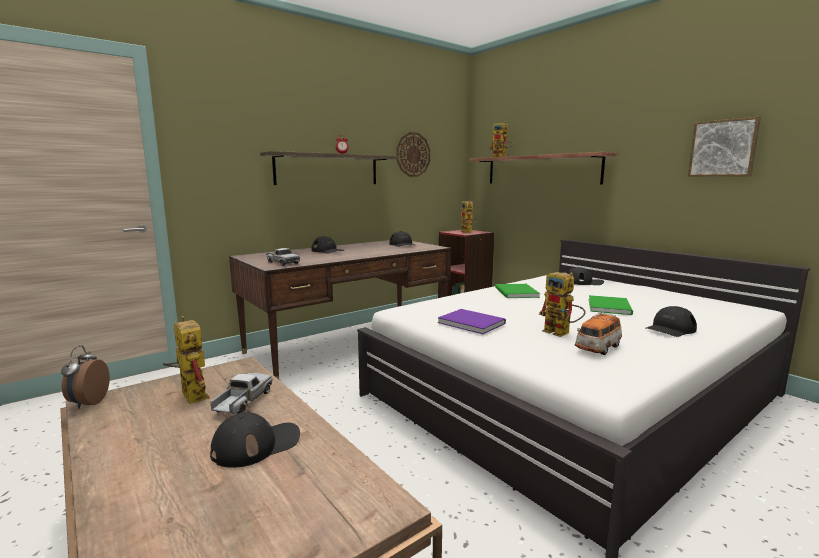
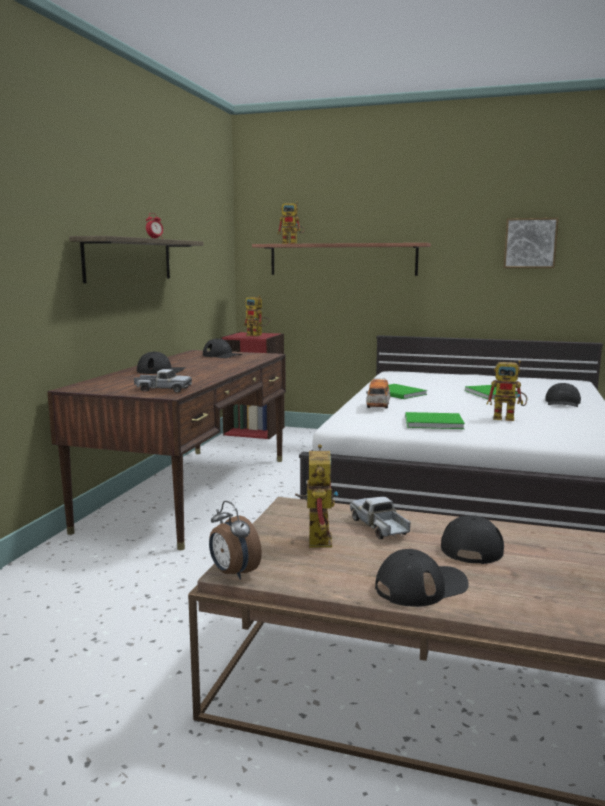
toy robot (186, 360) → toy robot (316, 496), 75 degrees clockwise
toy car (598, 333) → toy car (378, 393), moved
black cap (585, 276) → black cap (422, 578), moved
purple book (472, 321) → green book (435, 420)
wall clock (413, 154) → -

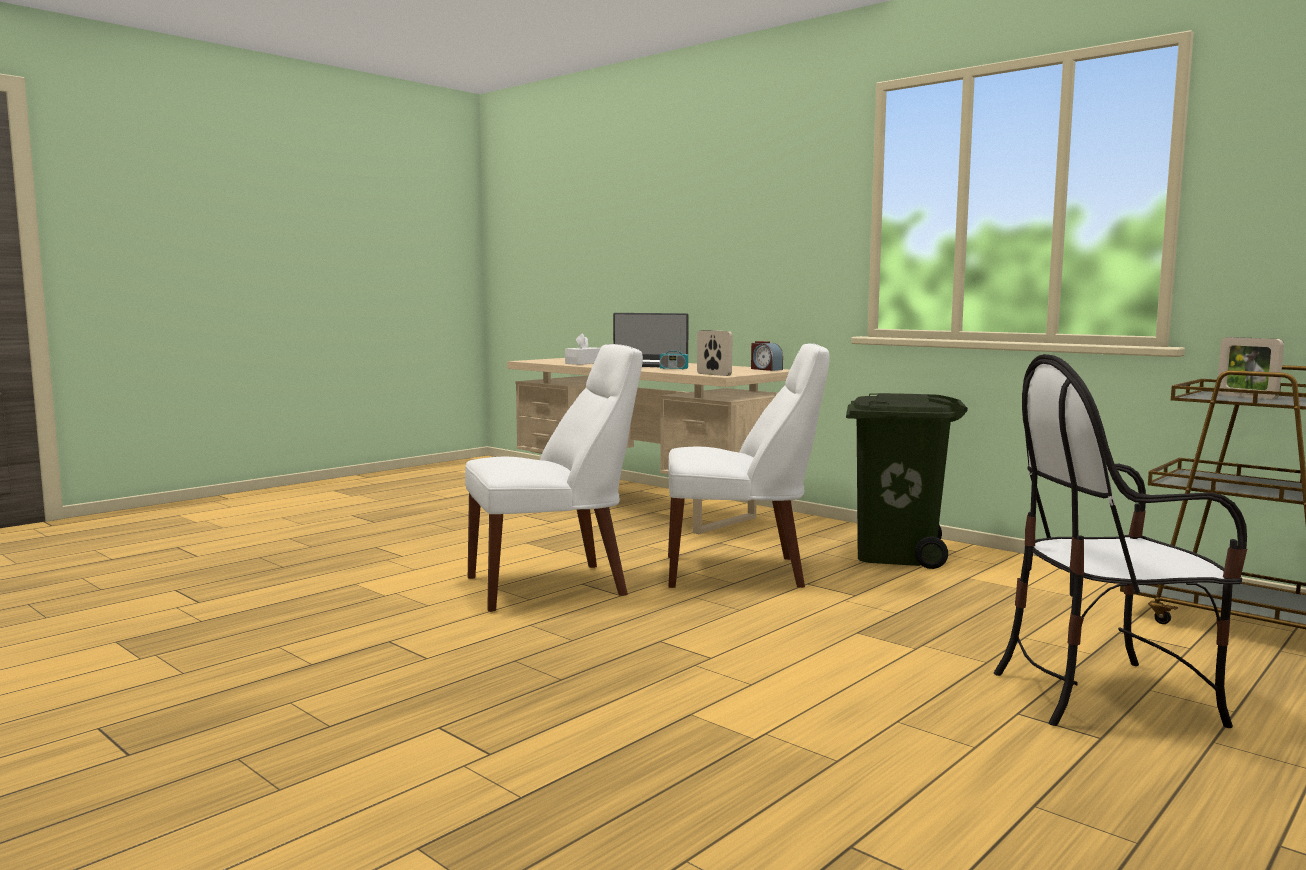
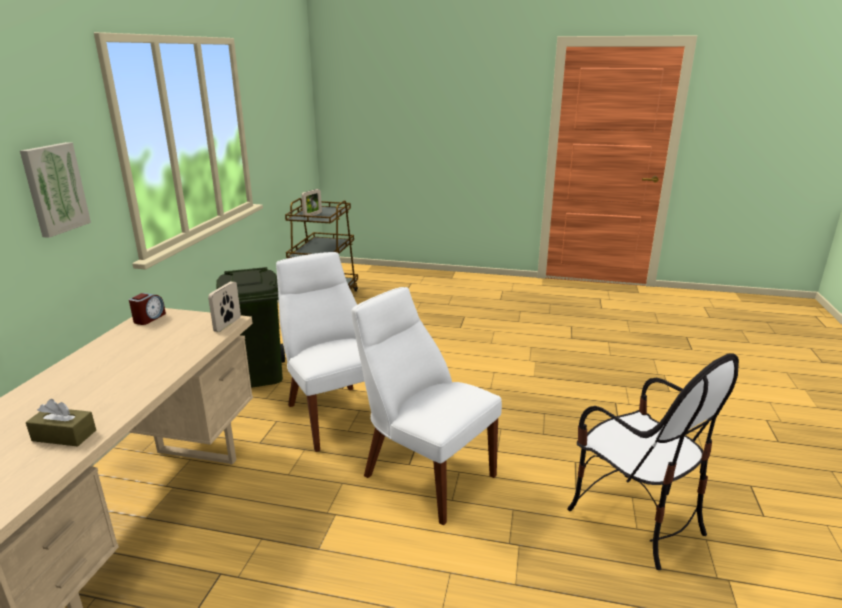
- → picture (55, 190)
white tissue box (582, 349) → brown tissue box (61, 422)
chair (1120, 541) → chair (653, 461), moved
laptop (651, 340) → -
radio (674, 353) → -

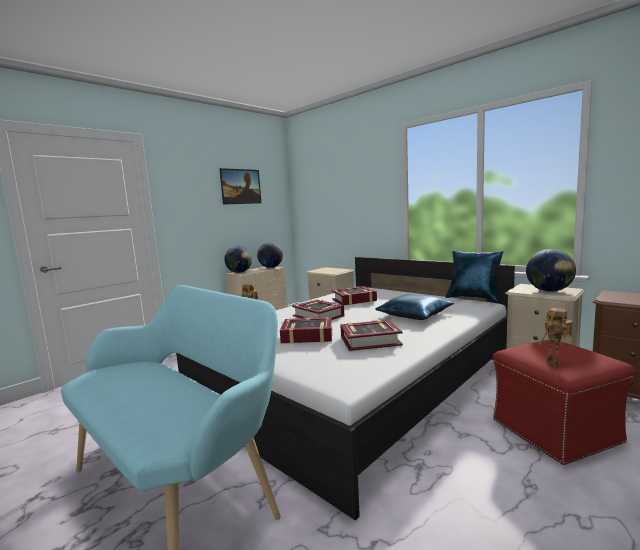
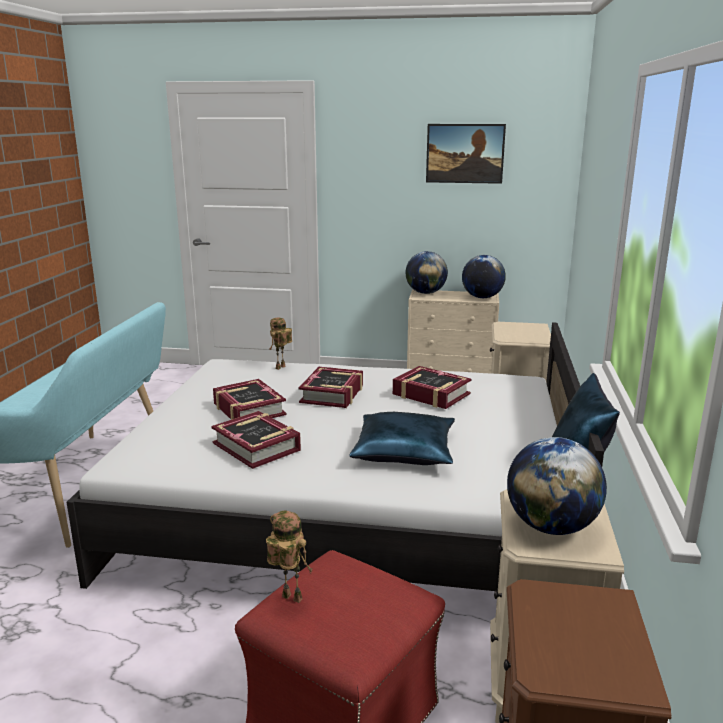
toy robot (556, 337) → toy robot (289, 557), 75 degrees clockwise

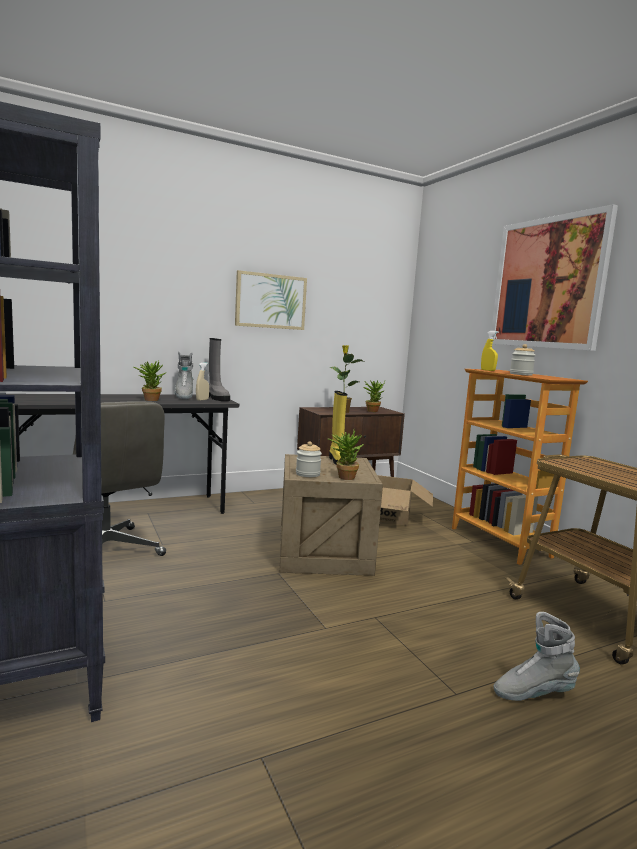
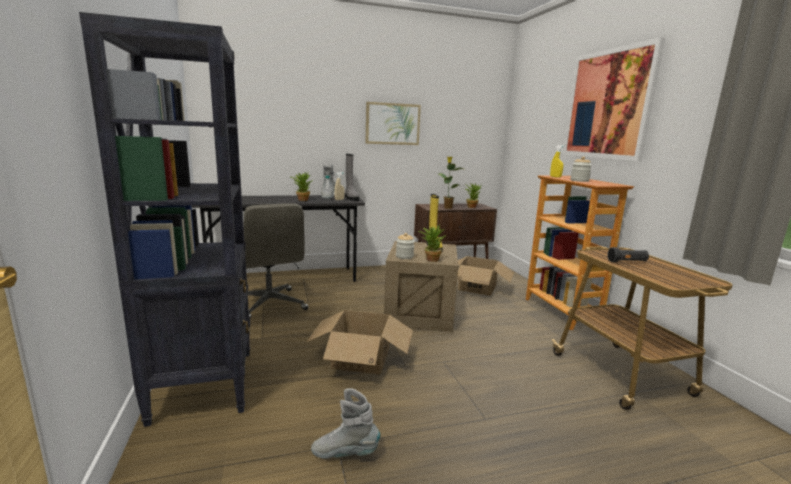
- → cardboard box (359, 342)
grey boot (536, 656) → grey boot (345, 423), moved
- → black flashlight (628, 254)

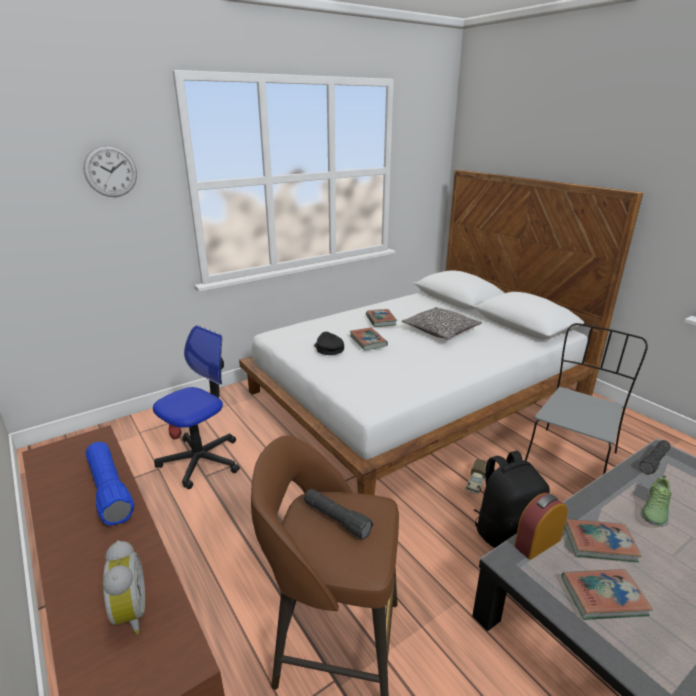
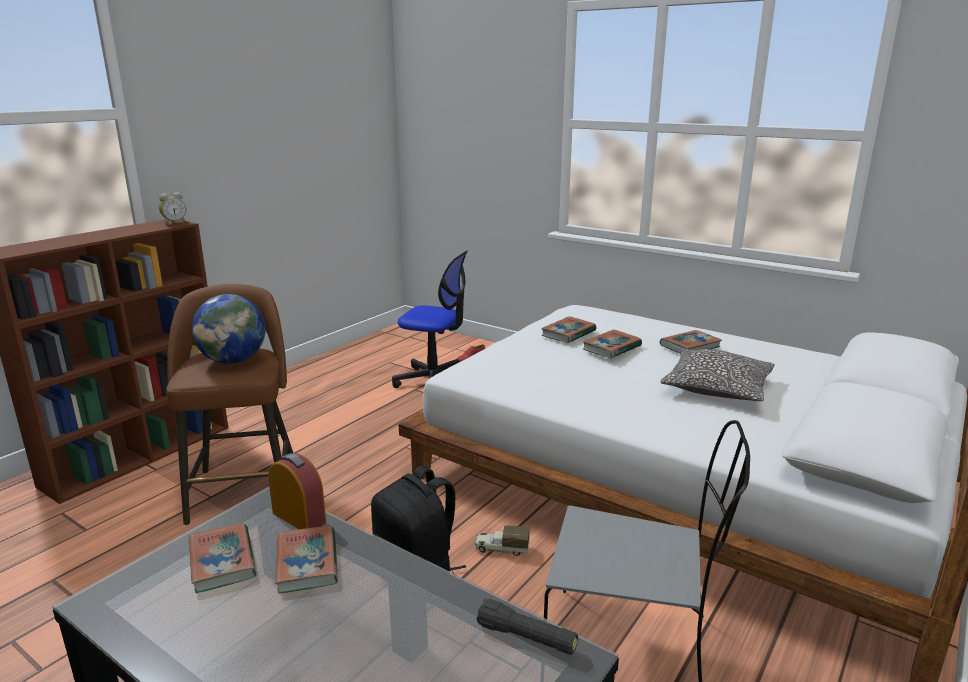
alarm clock (124, 587) → alarm clock (172, 208), moved
black flashlight (338, 514) → globe (229, 329)
black cap (329, 343) → book (568, 329)
wall clock (110, 171) → -
blue flashlight (109, 483) → -
shoe (655, 501) → -

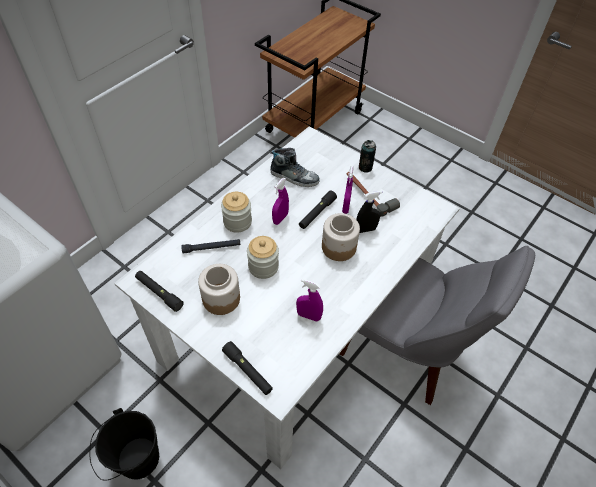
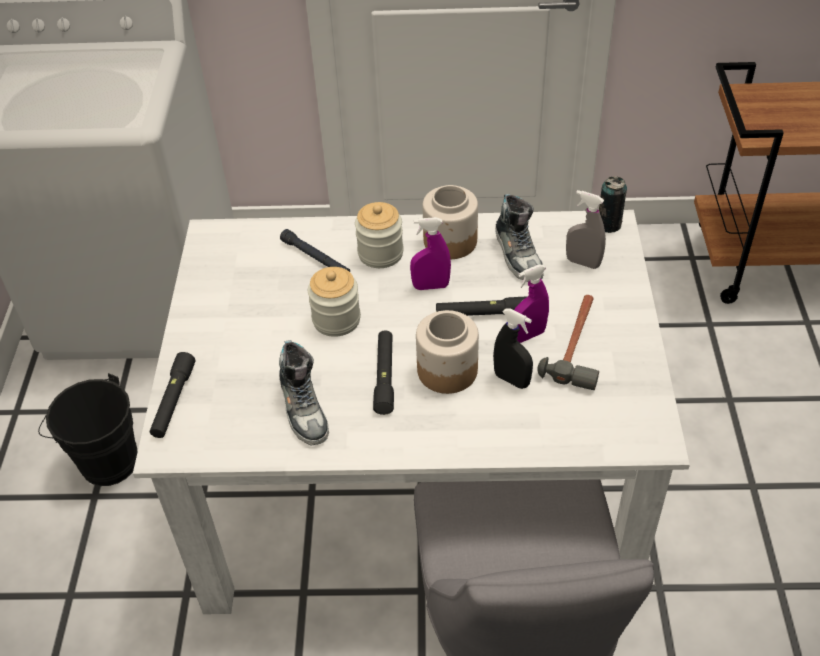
purple spray bottle (309, 300) → shoe (304, 393)
black flashlight (159, 291) → black flashlight (383, 373), moved
jar (219, 289) → jar (450, 222), moved
- → grey spray bottle (586, 229)
can (367, 156) → can (613, 204), moved

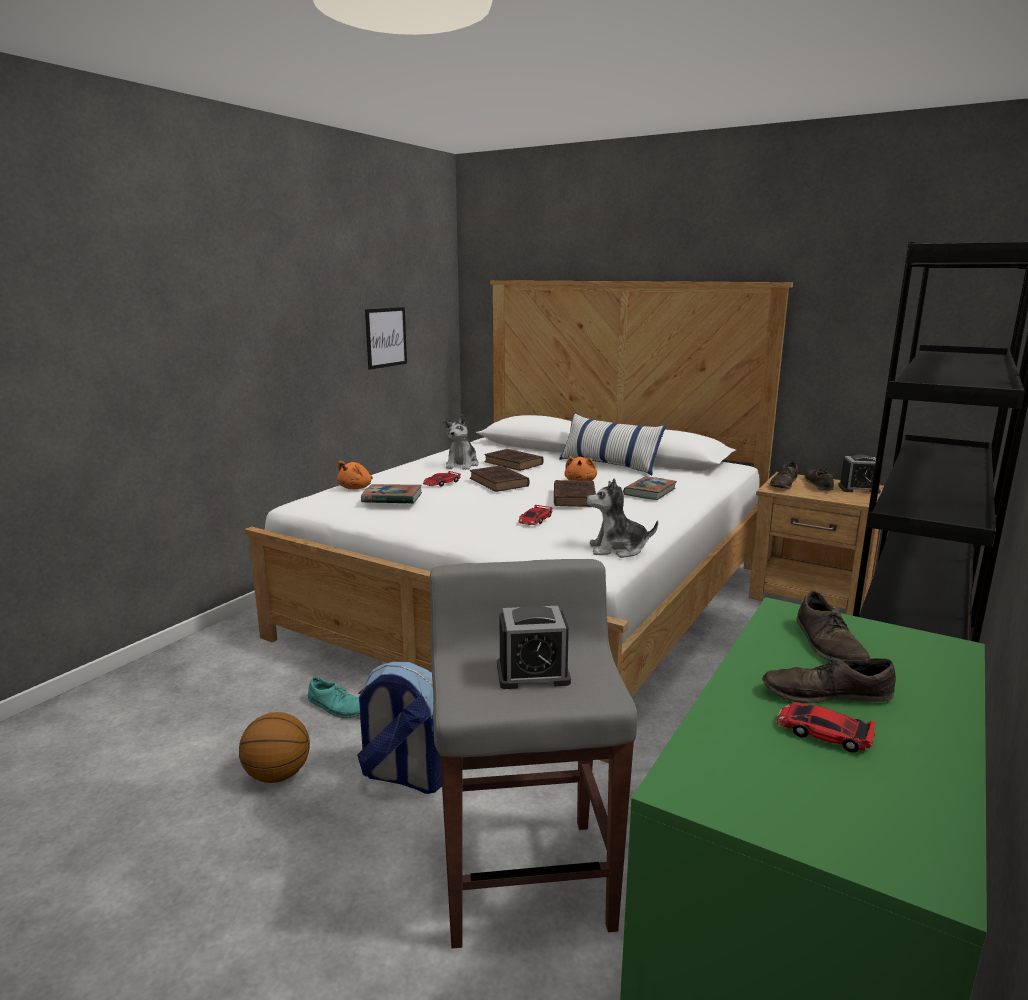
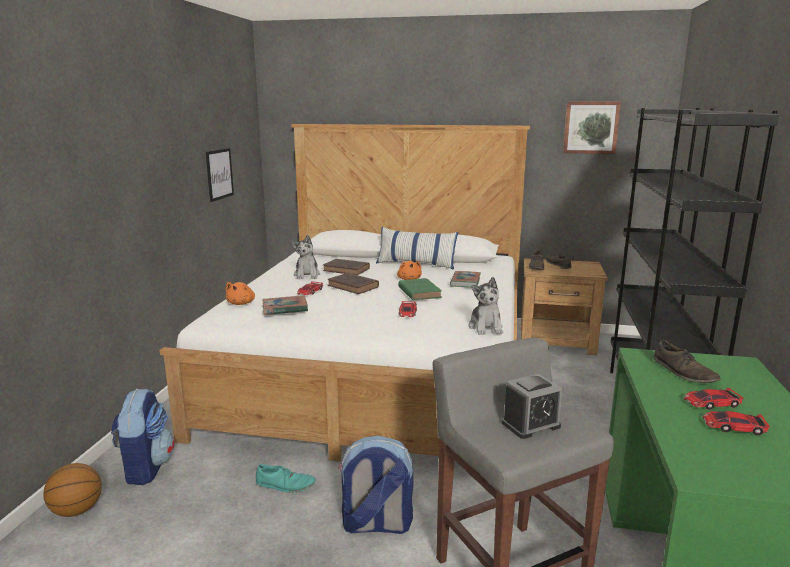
basketball (274, 747) → basketball (72, 490), moved
- → backpack (143, 437)
brown book (575, 493) → green book (420, 289)
plush toy (622, 518) → plush toy (486, 306), 75 degrees counterclockwise
- → picture (592, 127)
brown shoe (829, 679) → toy car (714, 399)
alarm clock (860, 474) → -

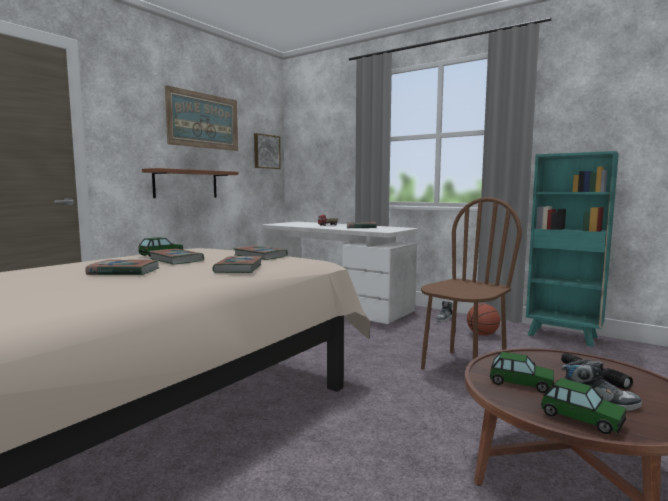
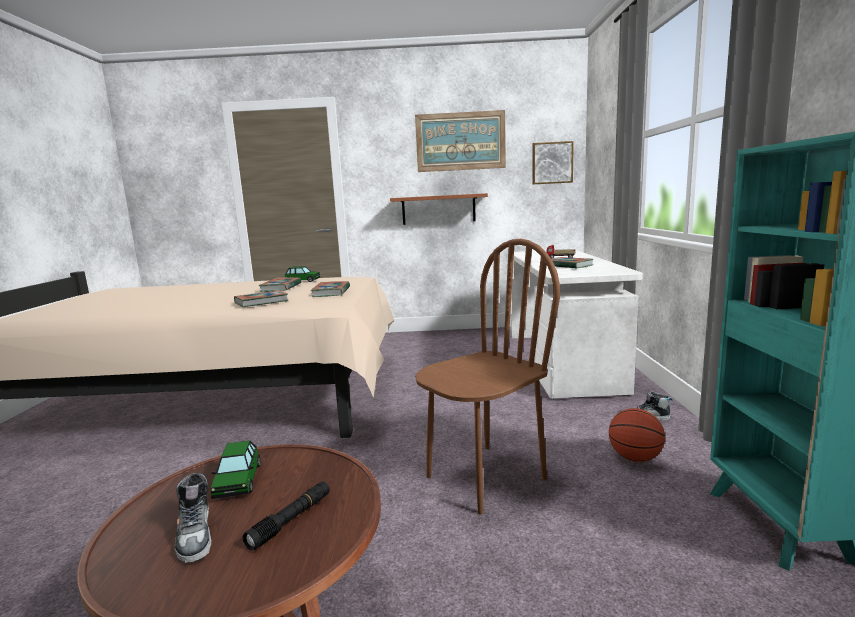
brown chair (471, 283) → brown chair (487, 376), 45 degrees counterclockwise
book (122, 267) → -
toy car (584, 406) → -

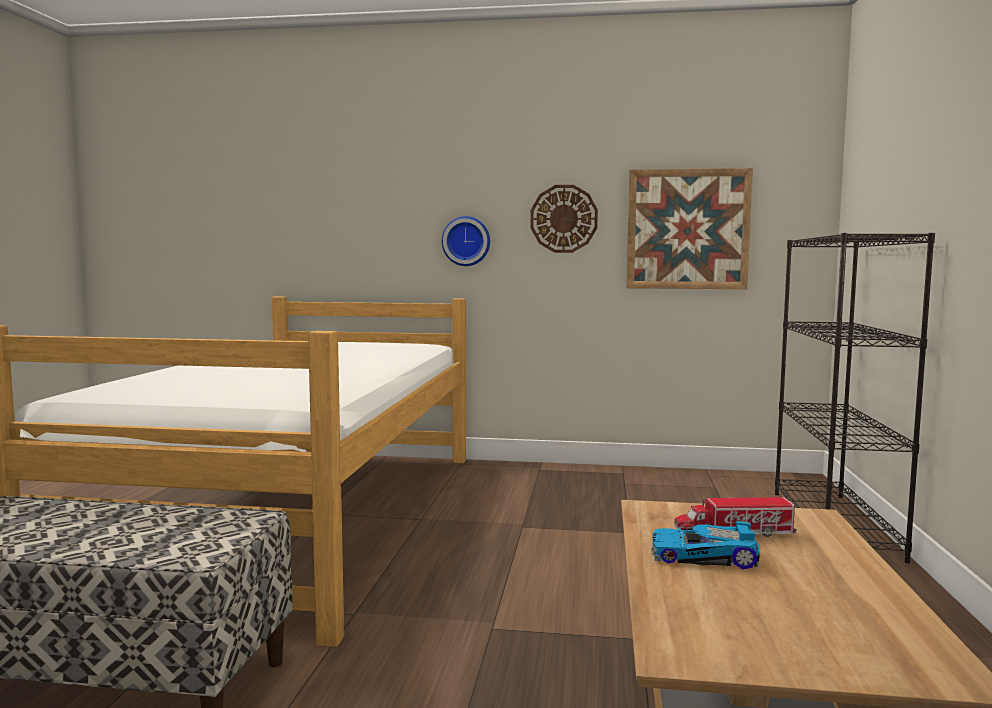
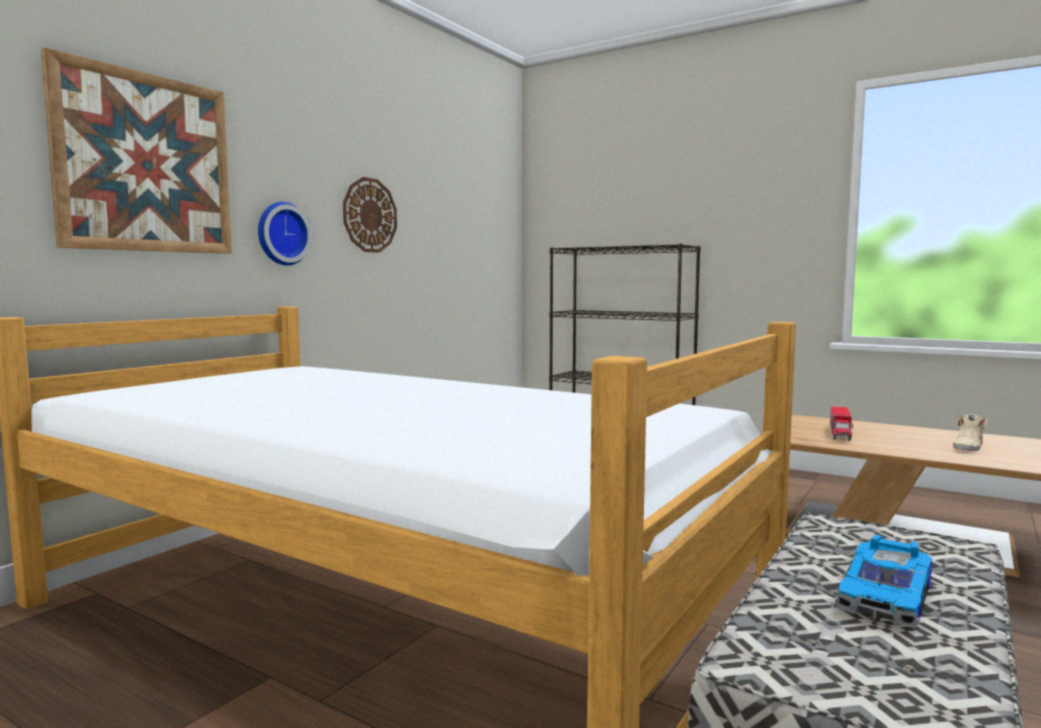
picture (689, 228) → picture (136, 150), moved
toy car (706, 545) → toy car (883, 581), moved
- → beige shoe (970, 432)

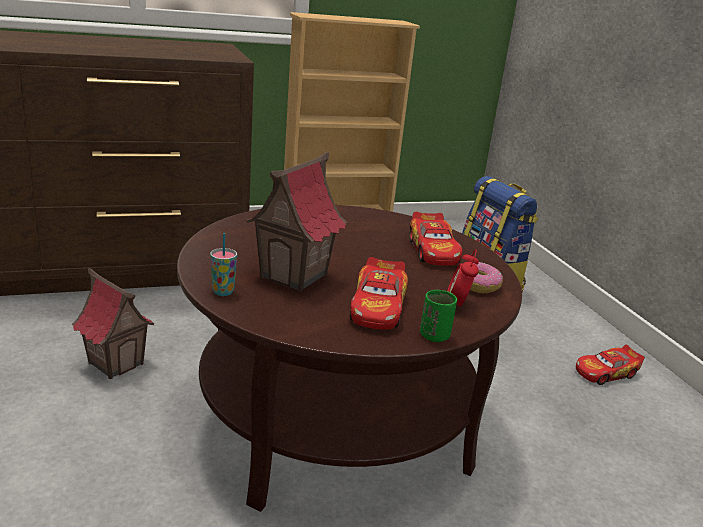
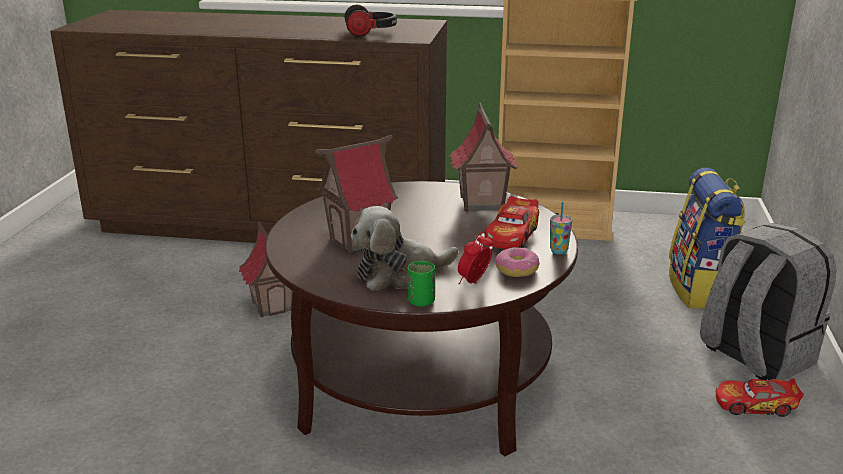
- → headphones (370, 20)
toy car (379, 293) → plush toy (405, 248)
- → toy house (484, 157)
cup (223, 264) → cup (561, 228), moved
- → grey backpack (768, 301)

